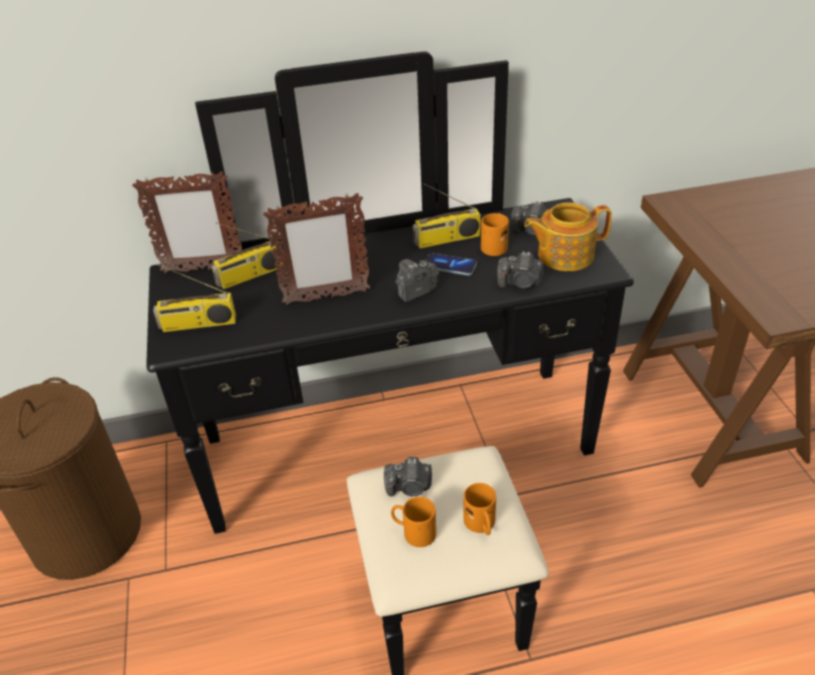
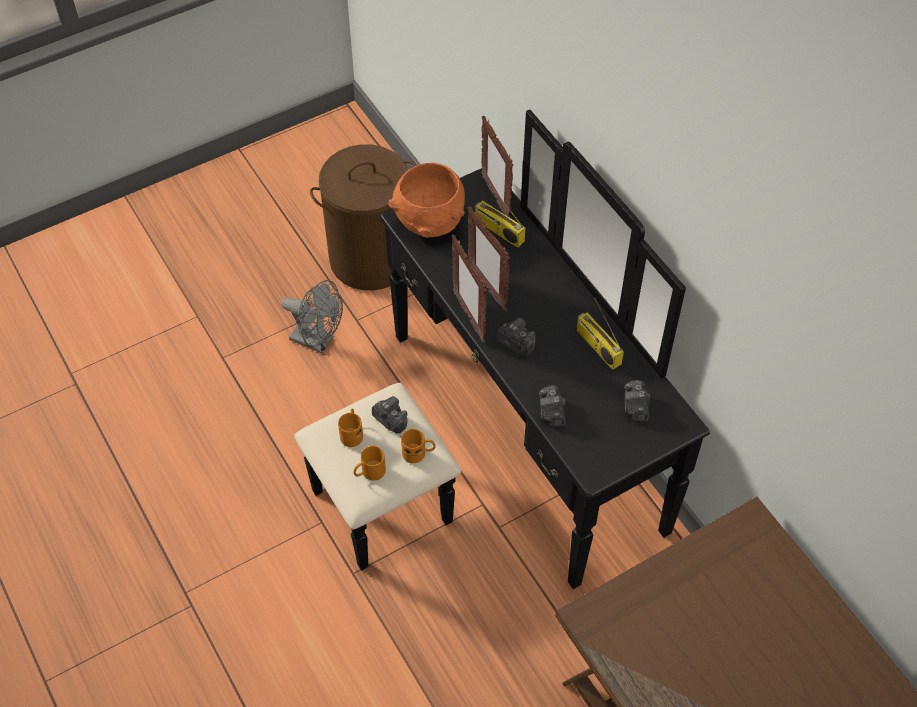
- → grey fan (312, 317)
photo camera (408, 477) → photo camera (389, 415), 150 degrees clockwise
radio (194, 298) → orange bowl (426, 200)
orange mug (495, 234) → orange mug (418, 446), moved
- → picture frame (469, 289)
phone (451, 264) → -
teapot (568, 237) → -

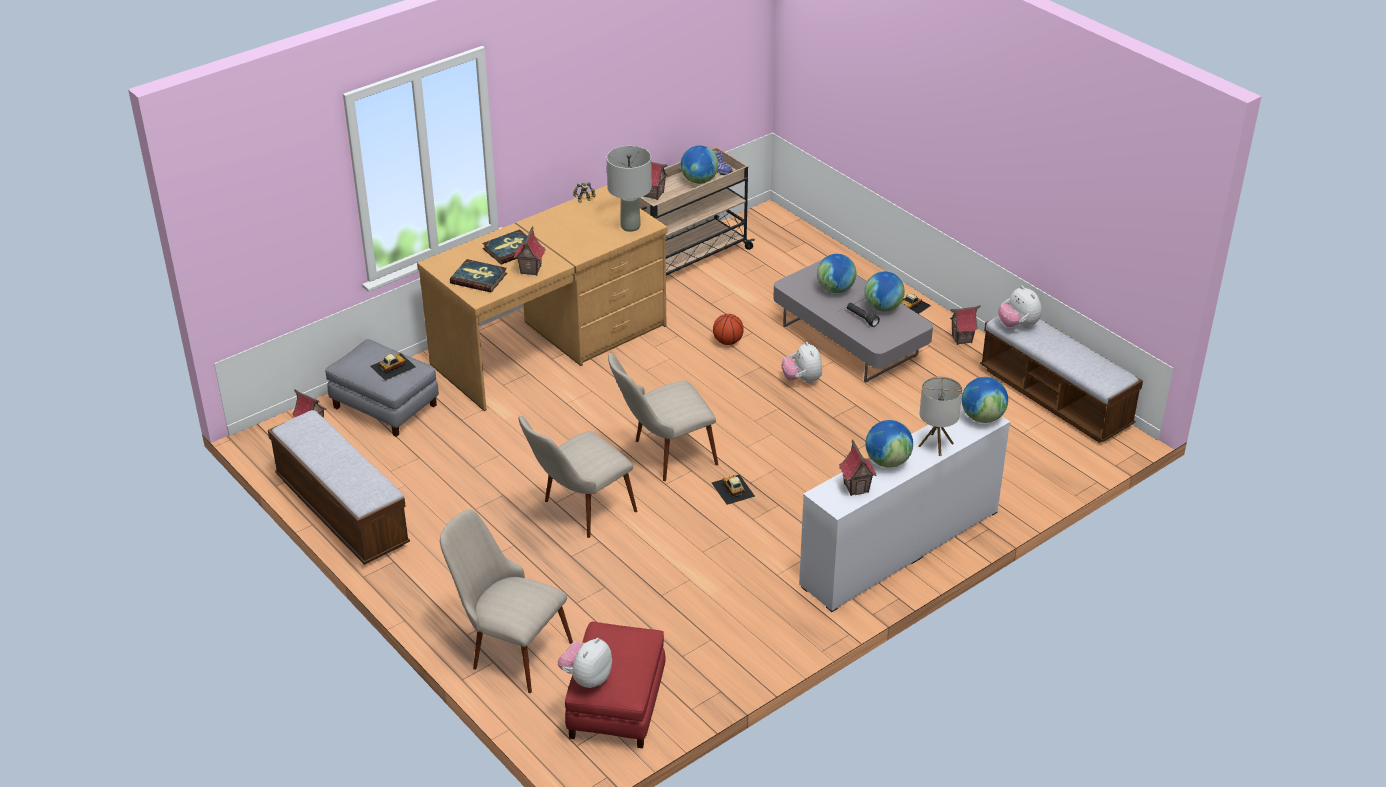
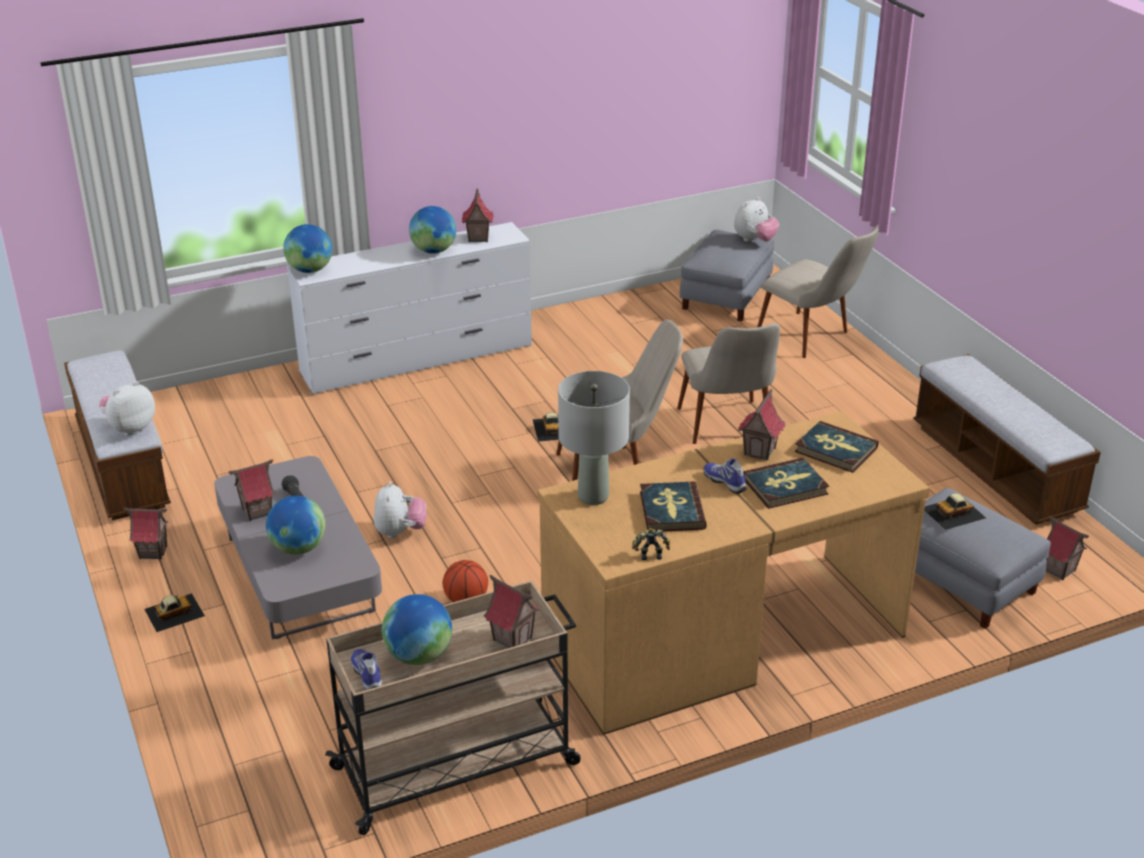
plush toy (1020, 307) → plush toy (127, 408), 120 degrees counterclockwise
globe (884, 292) → toy house (251, 490)
- → book (673, 506)
beige chair (577, 477) → beige chair (728, 383), 105 degrees clockwise
red ottoman (615, 685) → grey ottoman (727, 275)
- → shoe (725, 476)
table lamp (940, 416) → -

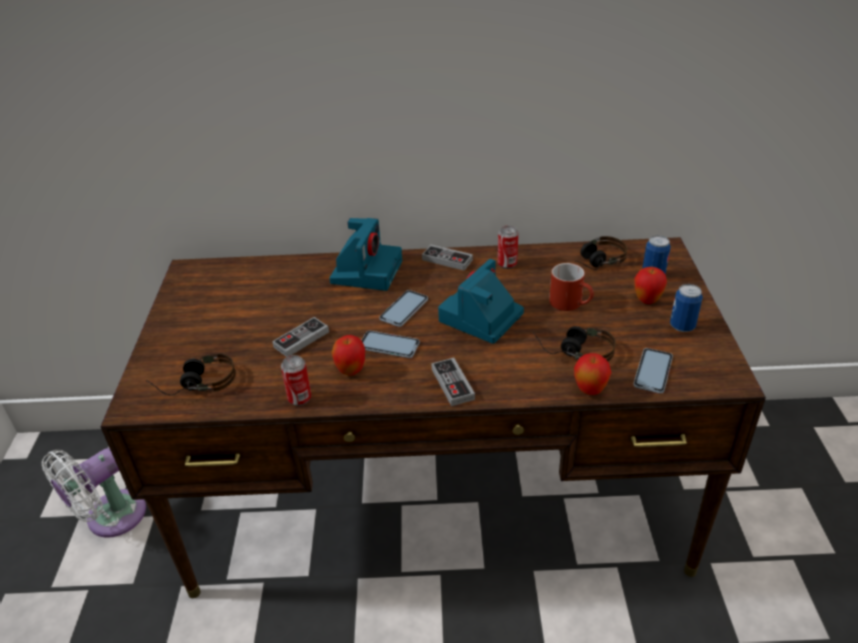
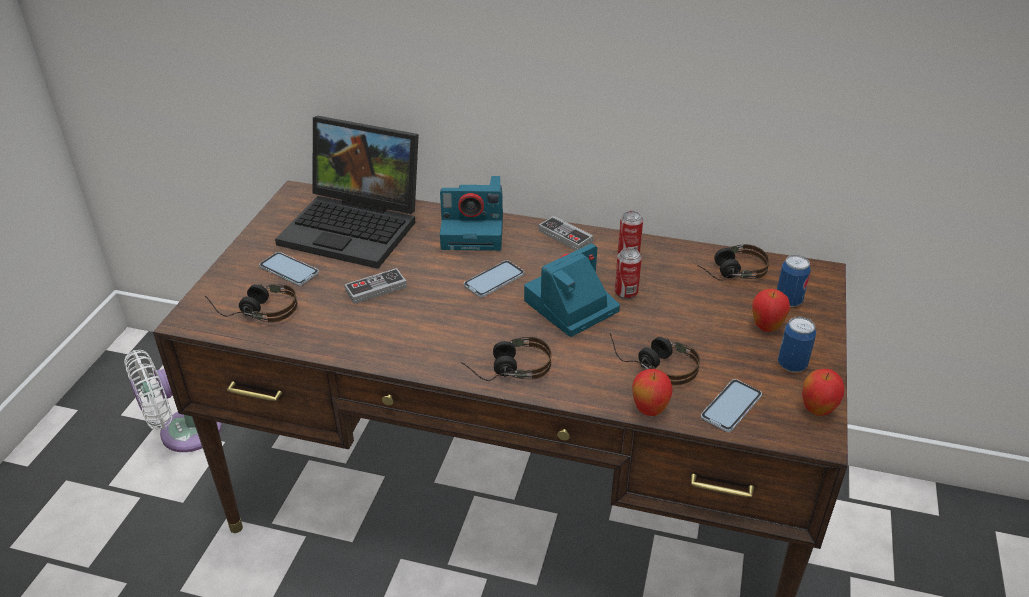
phone (390, 344) → phone (289, 269), moved
- → laptop (347, 192)
photo camera (366, 254) → photo camera (471, 213), 60 degrees clockwise
game controller (453, 382) → headphones (506, 359)
can (296, 380) → can (628, 273), moved
apple (348, 355) → apple (823, 392), moved
red mug (571, 287) → -

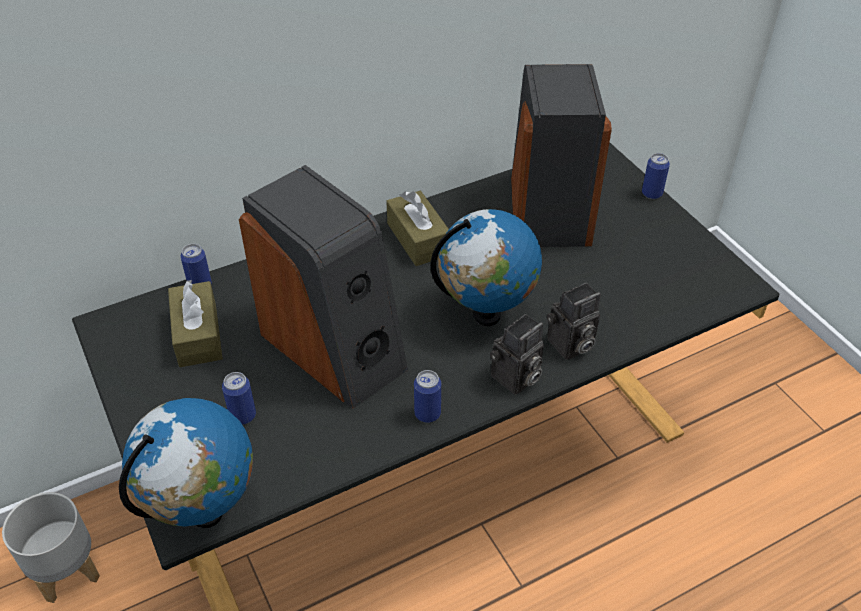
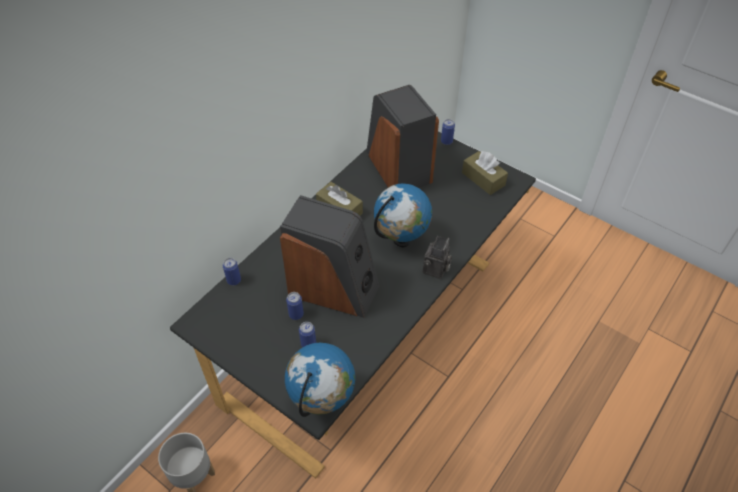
can (427, 396) → can (295, 306), moved
brown tissue box (195, 323) → brown tissue box (485, 173), moved
photo camera (574, 321) → -

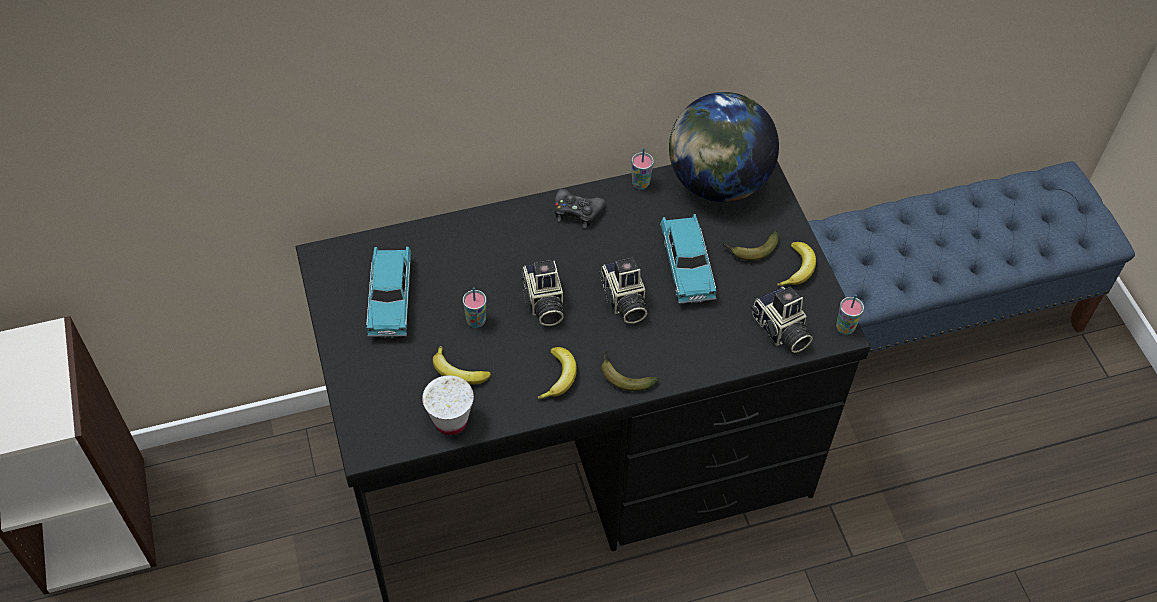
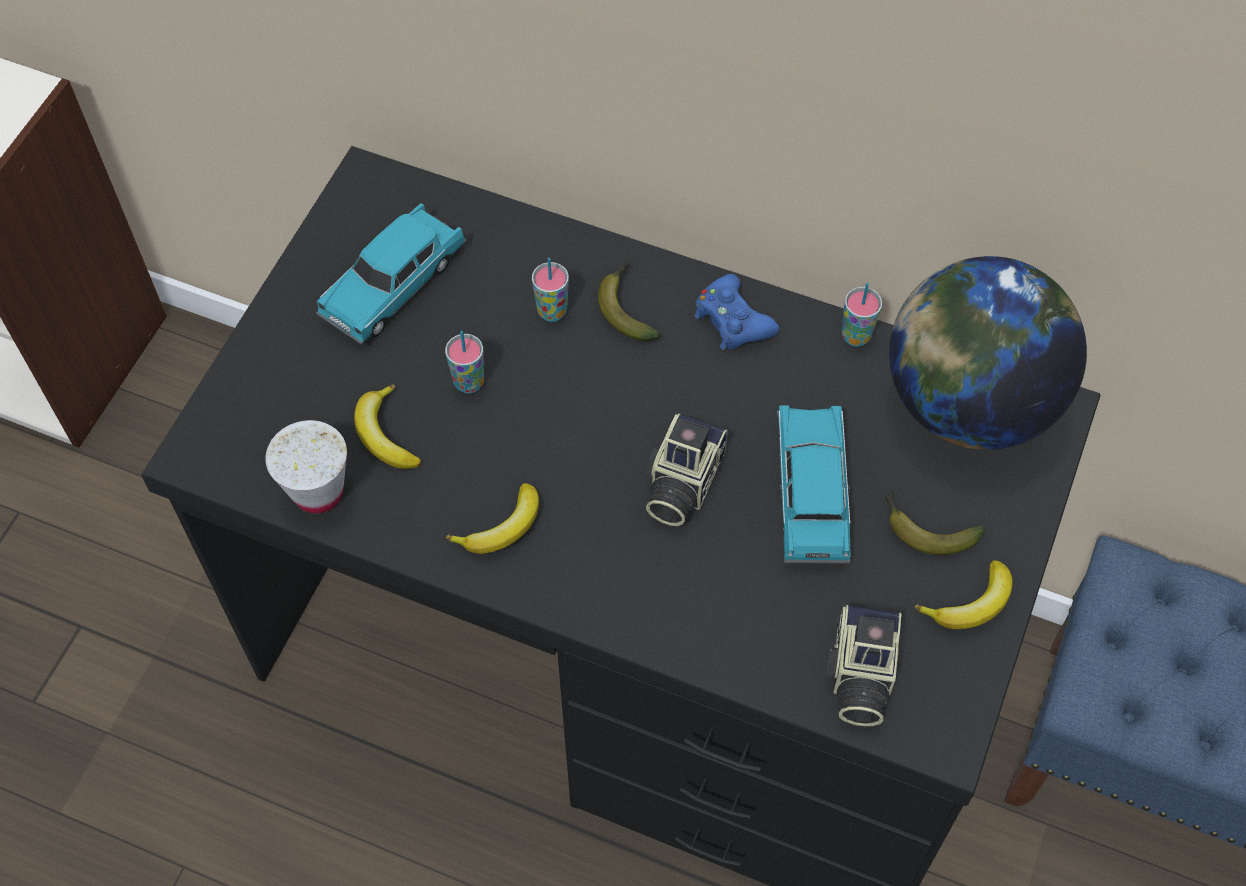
cup (850, 314) → cup (550, 290), moved
banana (629, 370) → banana (629, 301), moved
black game controller (579, 208) → blue game controller (736, 312)
turquoise toy car (688, 259) → turquoise toy car (814, 484), 150 degrees clockwise
photo camera (542, 293) → -

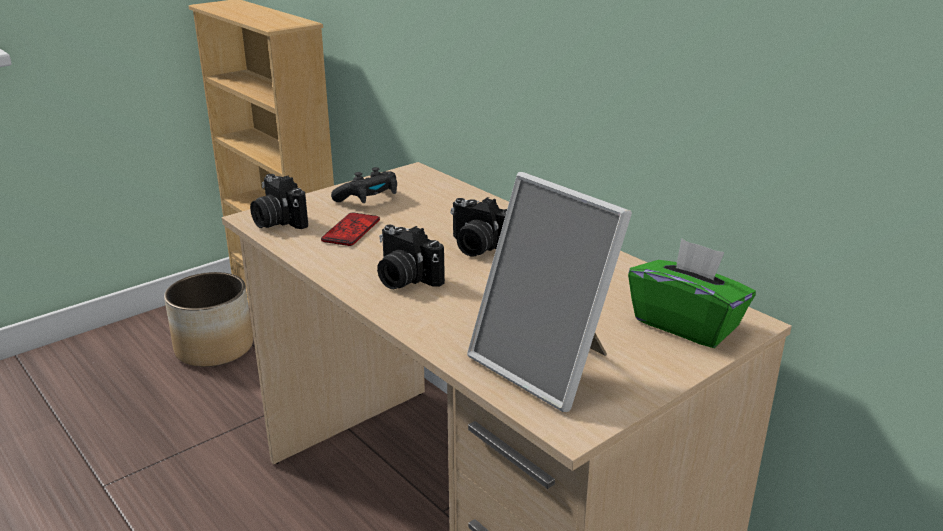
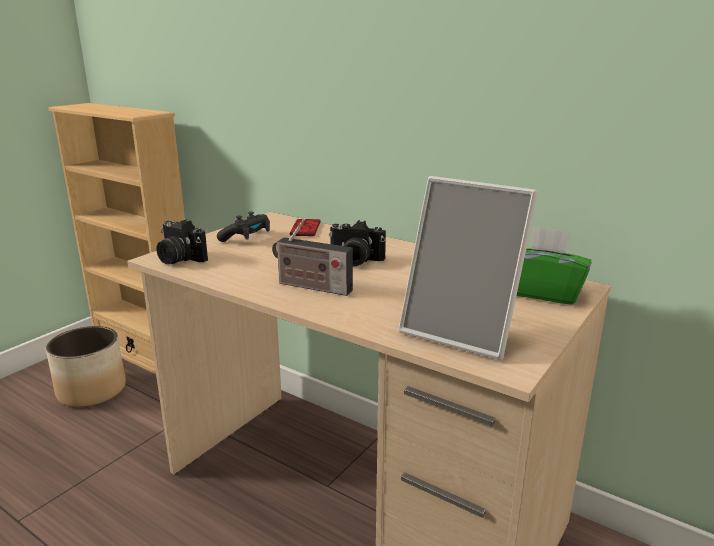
photo camera (411, 257) → radio (312, 257)
phone (350, 229) → phone (305, 227), moved

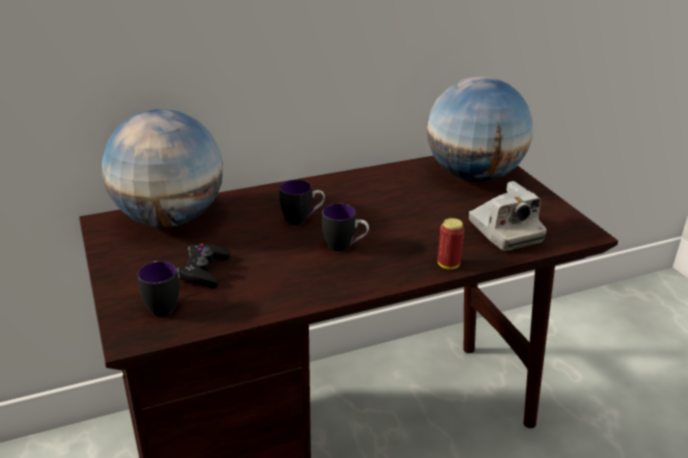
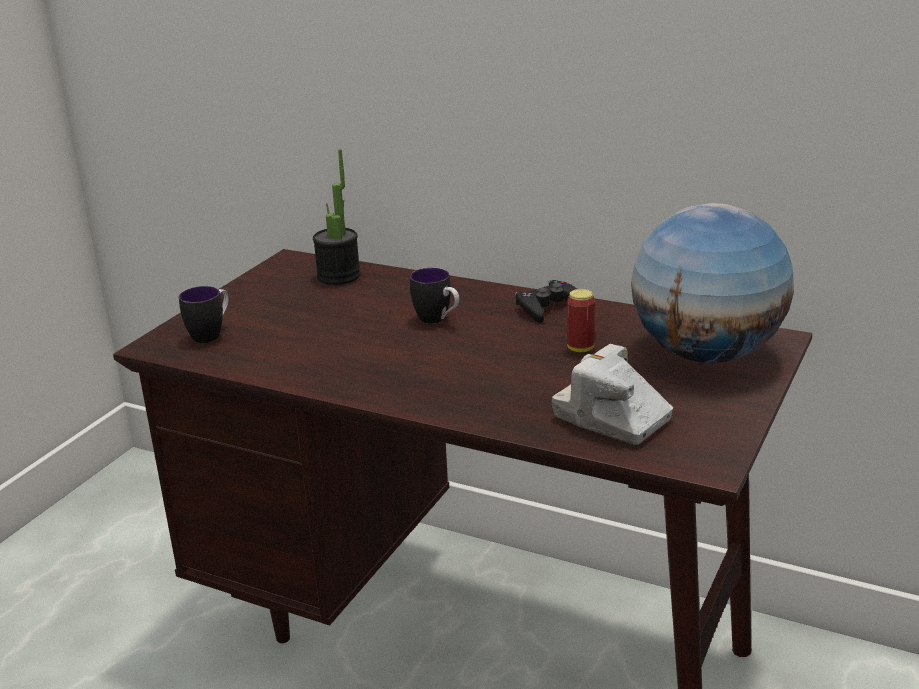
globe (162, 168) → potted plant (337, 217)
black game controller (203, 266) → black game controller (546, 301), moved
photo camera (508, 216) → photo camera (612, 394), 105 degrees clockwise
can (451, 243) → can (581, 320), moved
mug (345, 227) → -

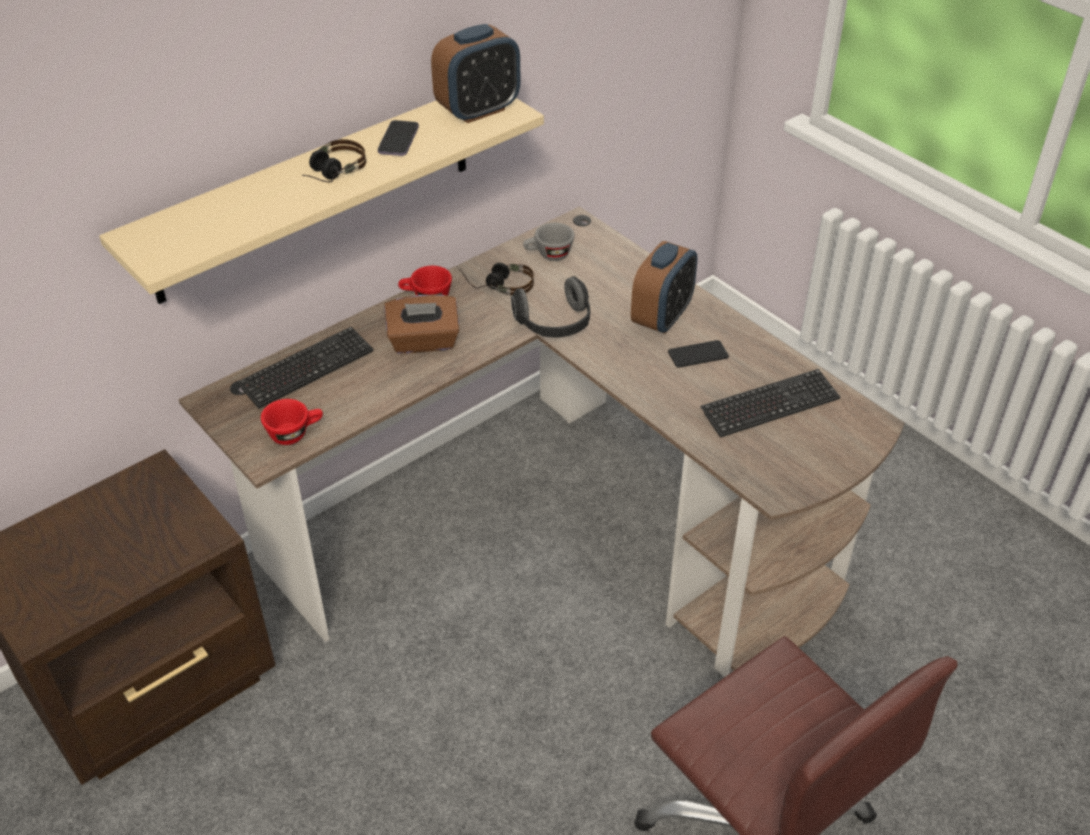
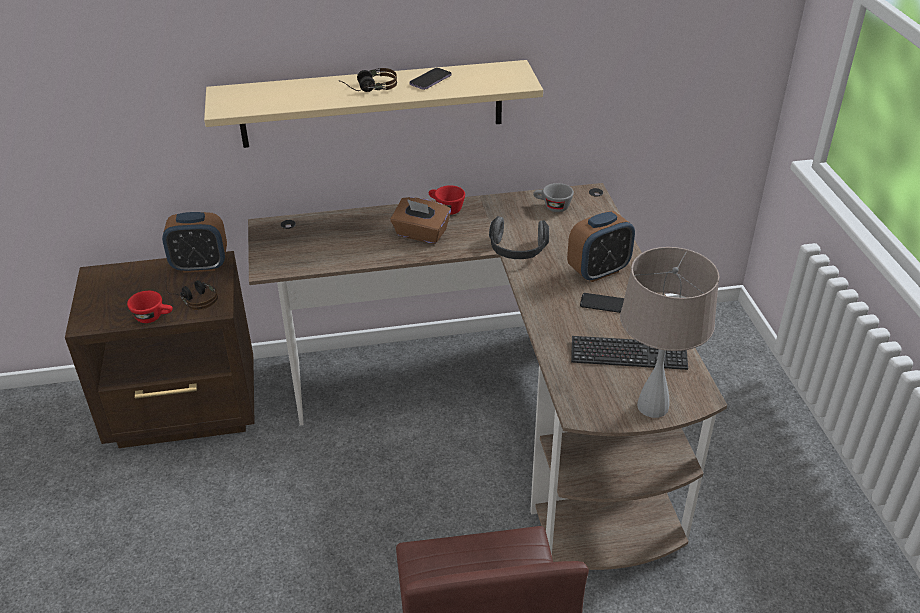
red cup (292, 422) → red cup (150, 307), moved
alarm clock (476, 73) → alarm clock (194, 242), moved
headphones (497, 279) → headphones (192, 293), moved
- → beige table lamp (670, 332)
keyboard (305, 367) → -

